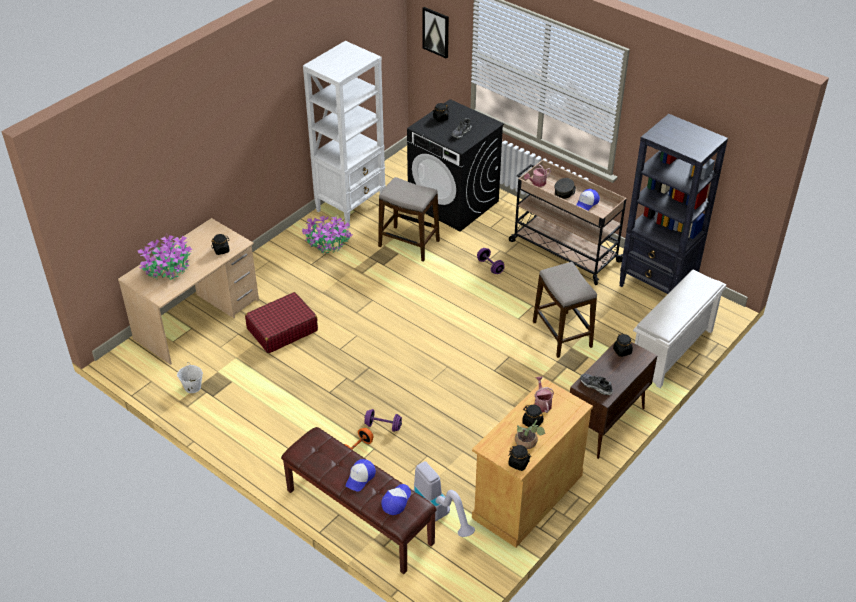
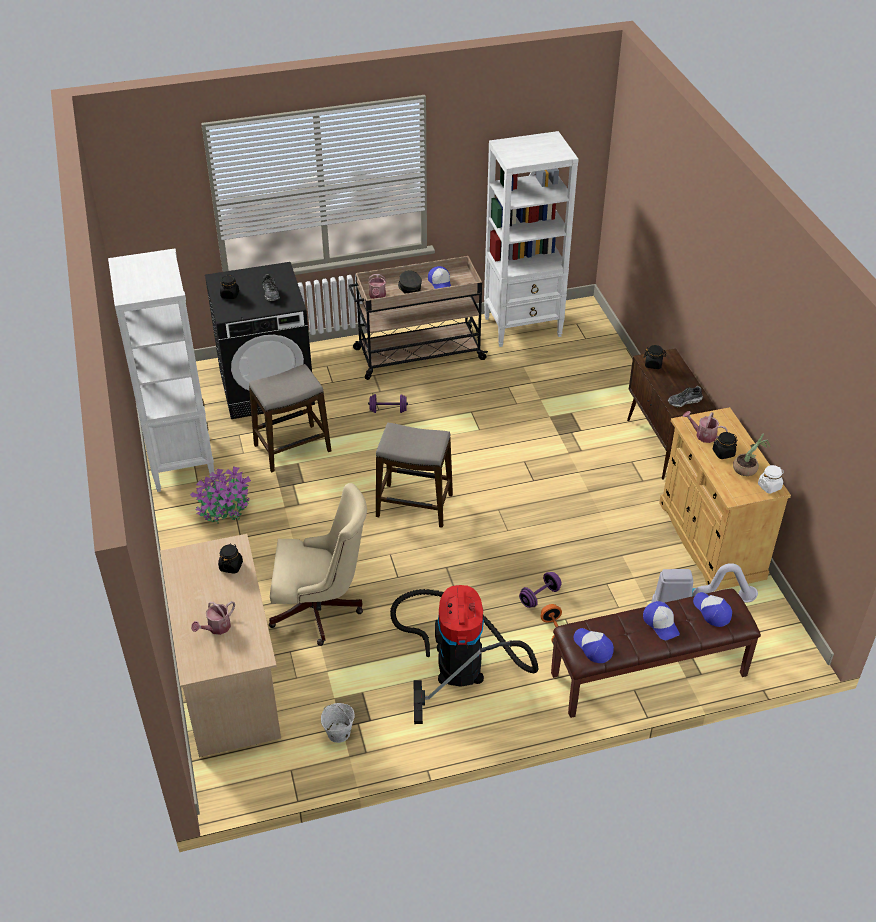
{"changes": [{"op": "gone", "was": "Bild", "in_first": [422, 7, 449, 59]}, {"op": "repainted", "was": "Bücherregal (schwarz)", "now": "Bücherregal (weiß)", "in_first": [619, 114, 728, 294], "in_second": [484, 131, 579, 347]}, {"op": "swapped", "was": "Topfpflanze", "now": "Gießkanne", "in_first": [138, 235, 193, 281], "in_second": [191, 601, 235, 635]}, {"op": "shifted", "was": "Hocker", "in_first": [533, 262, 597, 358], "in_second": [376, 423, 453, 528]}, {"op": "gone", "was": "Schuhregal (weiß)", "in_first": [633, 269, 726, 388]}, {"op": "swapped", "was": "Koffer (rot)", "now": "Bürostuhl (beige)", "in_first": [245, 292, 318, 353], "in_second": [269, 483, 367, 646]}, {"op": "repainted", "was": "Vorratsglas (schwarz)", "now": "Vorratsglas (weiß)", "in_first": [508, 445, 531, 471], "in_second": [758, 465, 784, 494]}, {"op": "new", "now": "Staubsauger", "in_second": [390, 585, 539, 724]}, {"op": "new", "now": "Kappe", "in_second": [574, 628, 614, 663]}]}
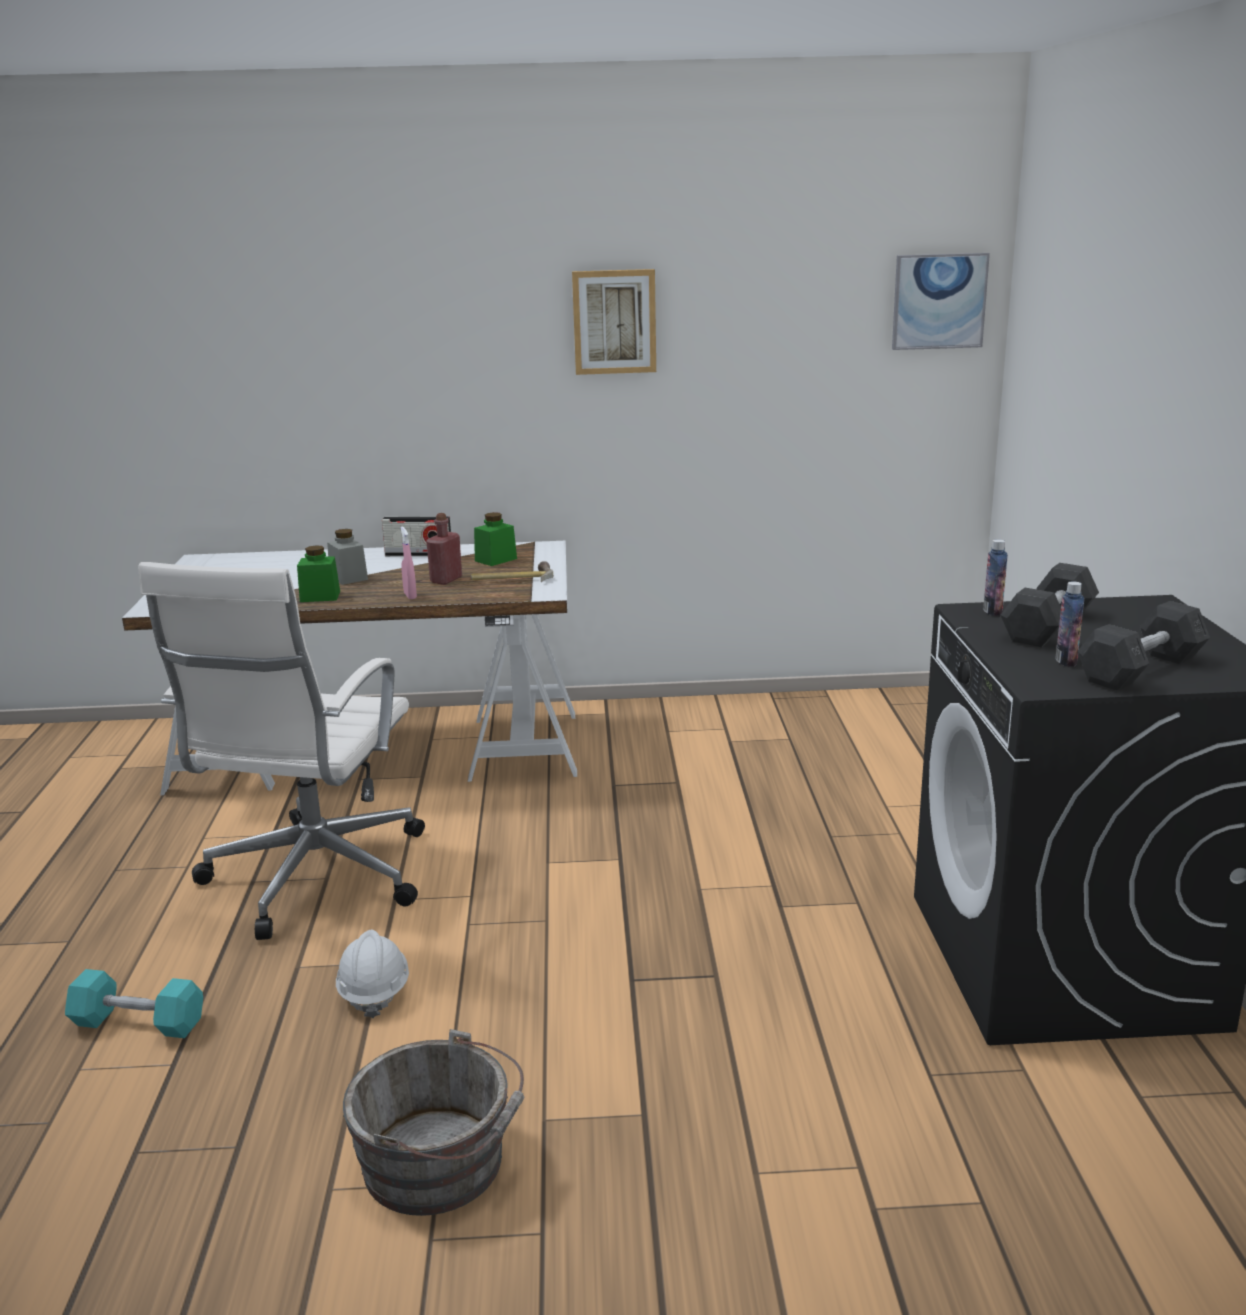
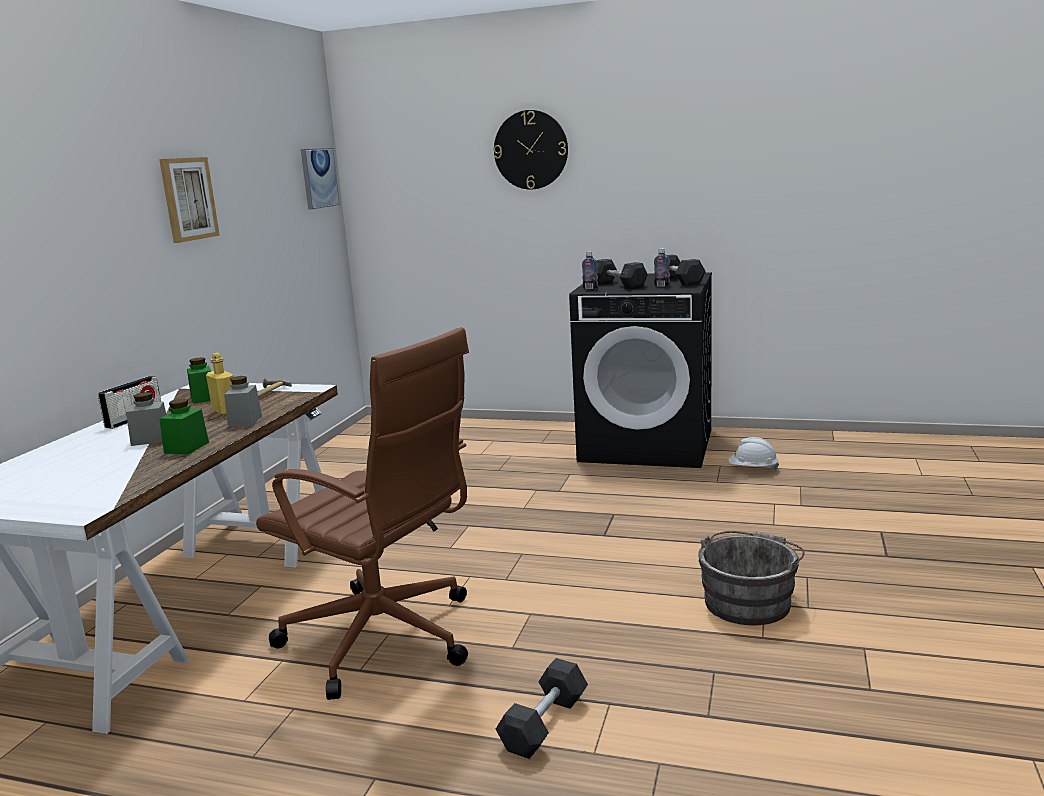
{"changes": [{"op": "repainted", "was": "Flasche (rot)", "now": "Flasche (gelb)", "in_first": [426, 513, 462, 585], "in_second": [206, 353, 234, 415]}, {"op": "swapped", "was": "Sprühflasche (rosa)", "now": "Vorratsglas (grau)", "in_first": [400, 527, 417, 599], "in_second": [224, 376, 262, 427]}, {"op": "repainted", "was": "Bürostuhl (weiß)", "now": "Bürostuhl (braun)", "in_first": [138, 562, 425, 940], "in_second": [256, 327, 469, 700]}, {"op": "shifted", "was": "Schutzhelm (weiß)", "in_first": [336, 930, 409, 1018], "in_second": [728, 437, 779, 470]}, {"op": "repainted", "was": "Hantel (türkis)", "now": "Hantel (grau)", "in_first": [65, 969, 203, 1038], "in_second": [496, 658, 588, 759]}, {"op": "new", "now": "Wanduhr", "in_second": [494, 110, 568, 190]}]}
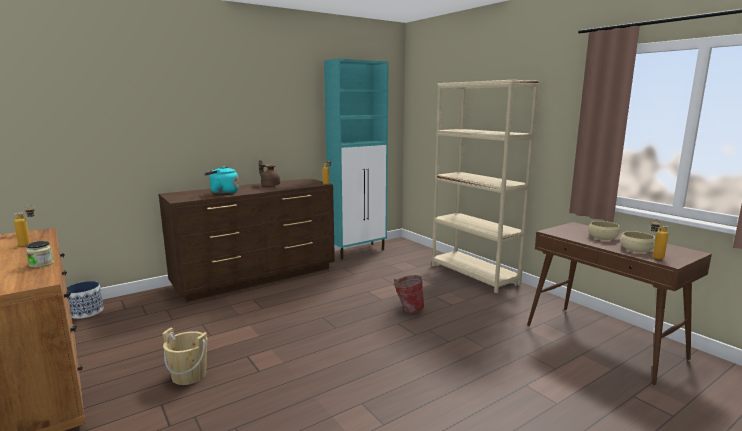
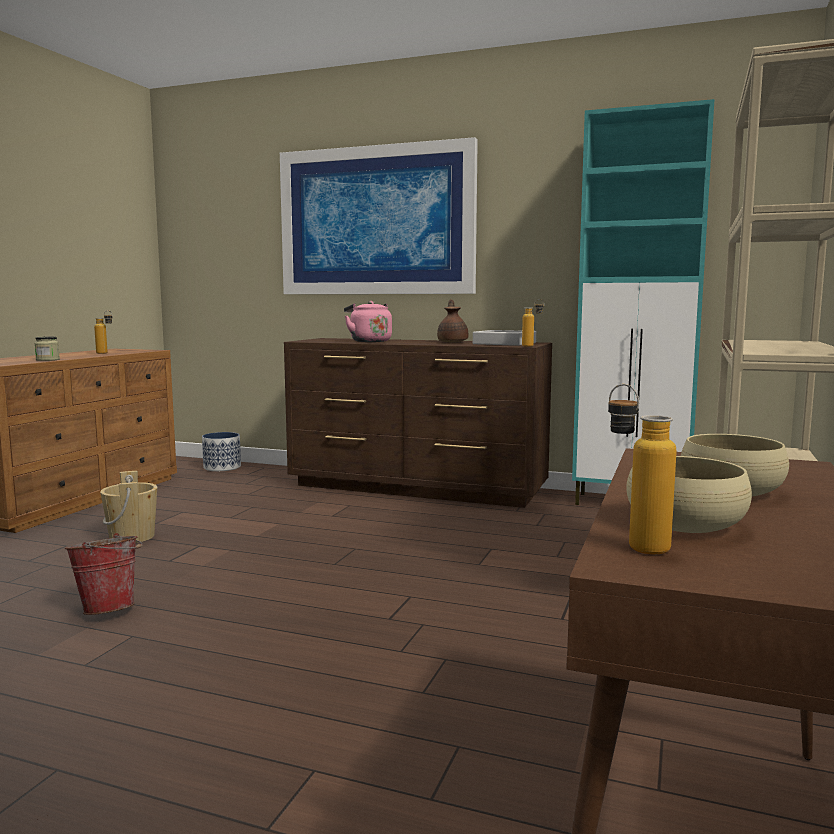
{"changes": [{"op": "repainted", "was": "Wasserkessel (türkis)", "now": "Wasserkessel (rosa)", "in_first": [204, 166, 239, 195], "in_second": [344, 301, 392, 342]}, {"op": "shifted", "was": "Eimer", "in_first": [393, 275, 425, 313], "in_second": [65, 533, 143, 615]}, {"op": "new", "now": "Bild", "in_second": [280, 137, 478, 294]}, {"op": "new", "now": "Tablett (grau)", "in_second": [473, 330, 536, 346]}]}
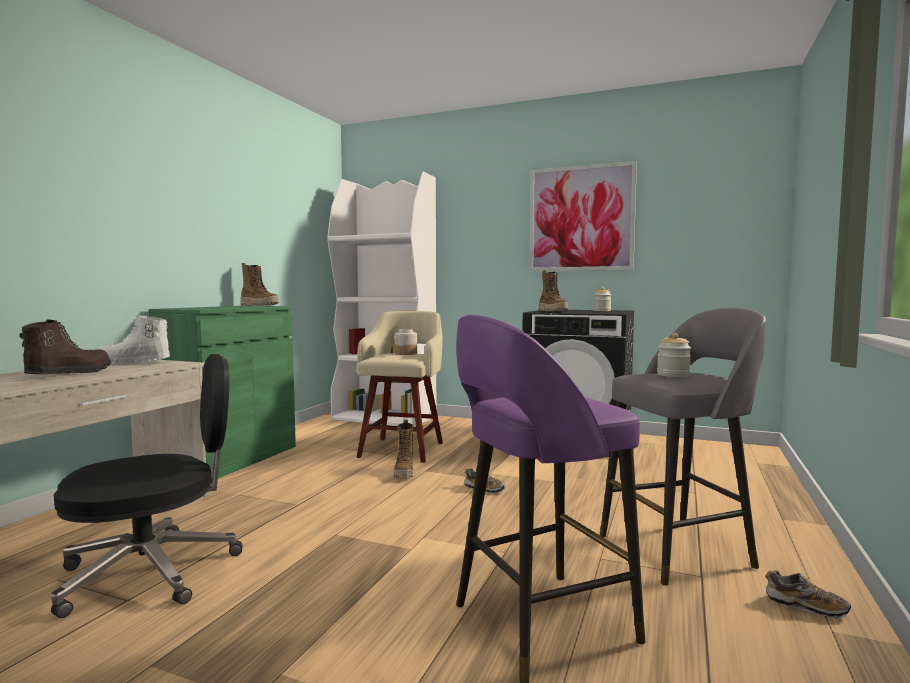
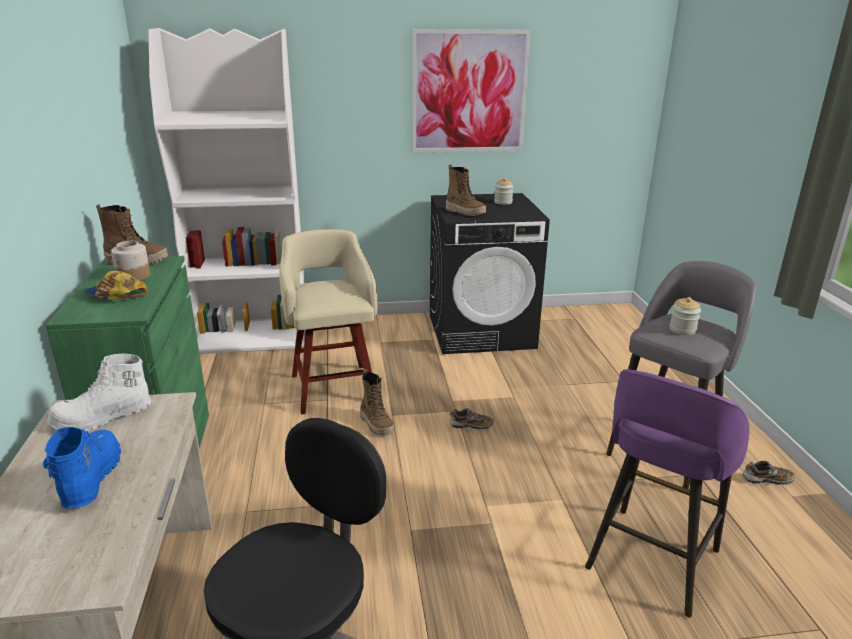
{"changes": [{"op": "repainted", "was": "Stiefel (braun)", "now": "Stiefel (blau)", "in_first": [19, 319, 111, 374], "in_second": [43, 427, 121, 509]}, {"op": "shifted", "was": "Vorratsglas", "in_first": [395, 329, 417, 355], "in_second": [111, 241, 150, 281]}, {"op": "new", "now": "Kappe", "in_second": [83, 271, 148, 300]}]}
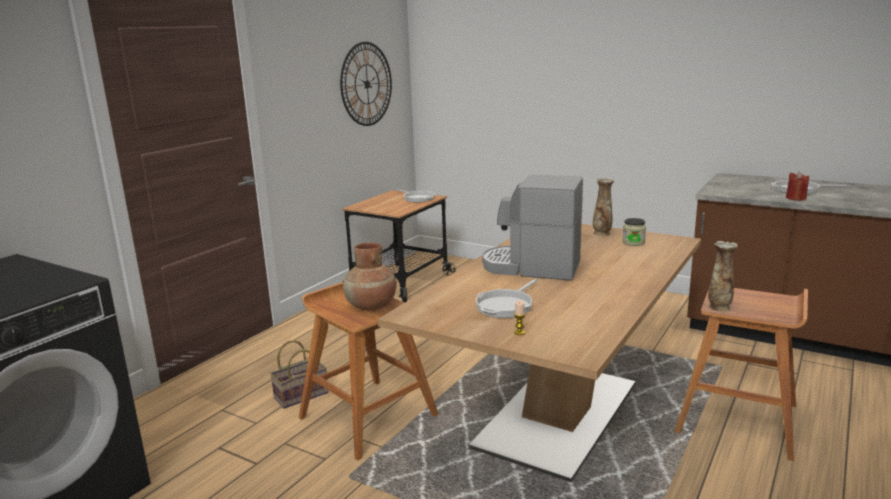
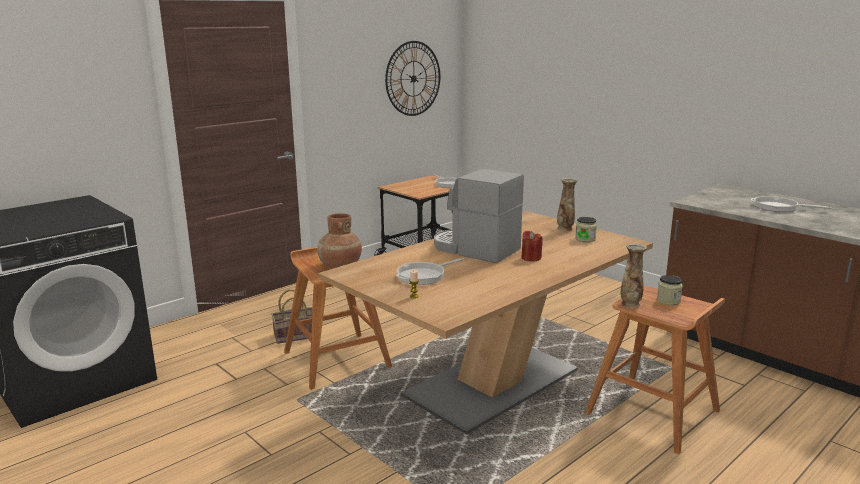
{"changes": [{"op": "shifted", "was": "Kerze (rot)", "in_first": [786, 172, 809, 201], "in_second": [521, 231, 543, 261]}, {"op": "new", "now": "Vorratsglas", "in_second": [657, 275, 683, 305]}]}
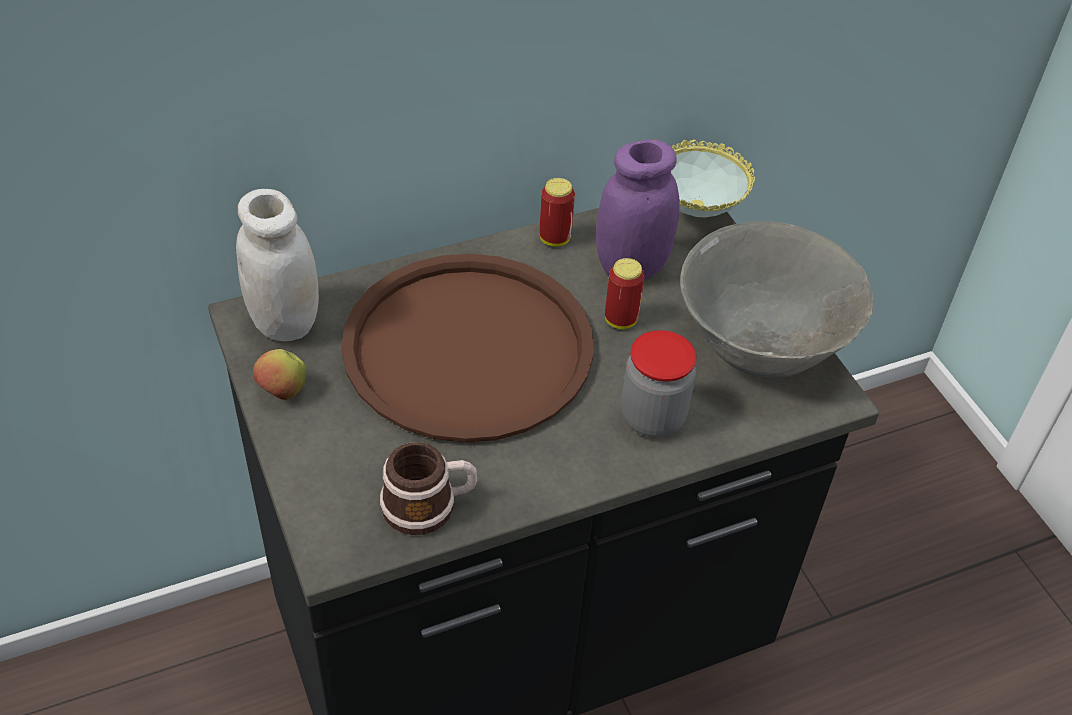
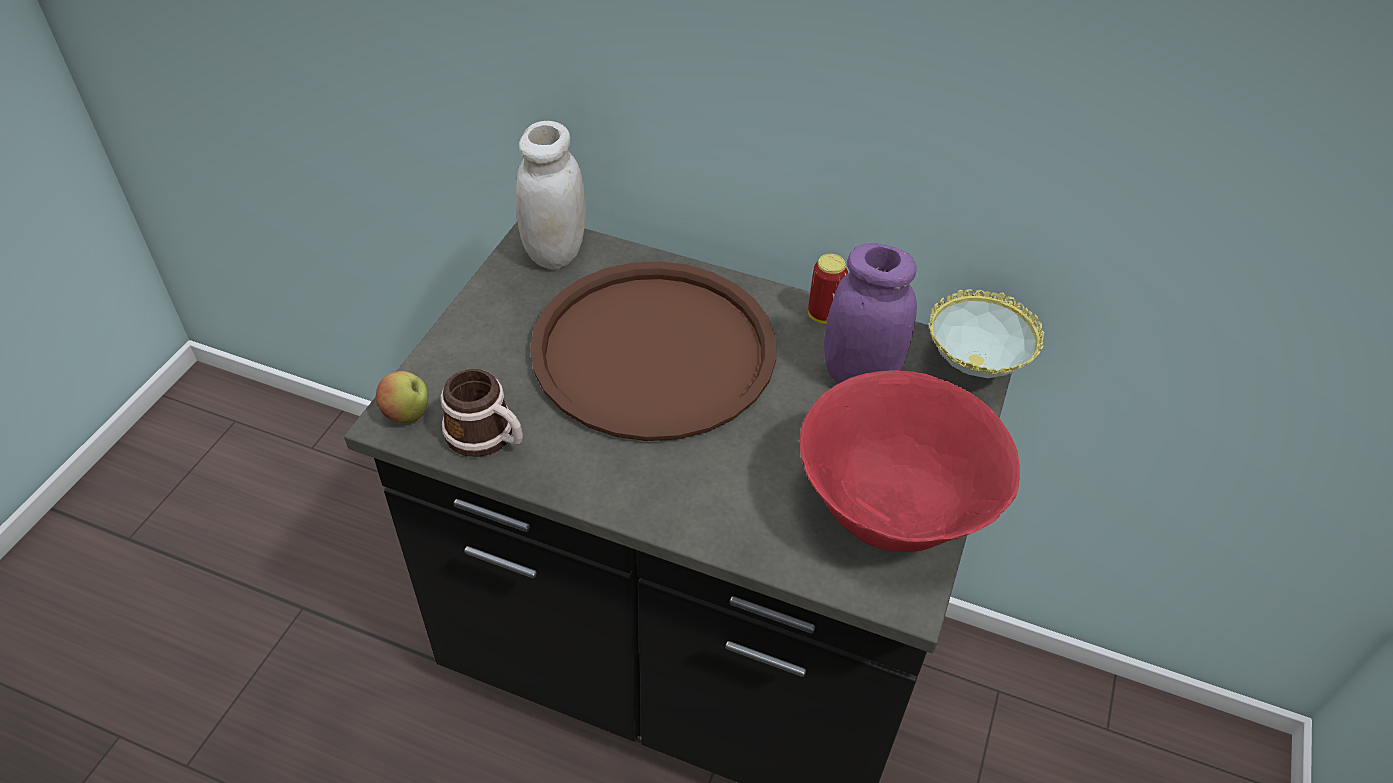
{"changes": [{"op": "repainted", "was": "Schüssel (grau)", "now": "Schüssel (rot)", "in_first": [680, 221, 874, 378], "in_second": [799, 370, 1020, 552]}, {"op": "gone", "was": "Dose", "in_first": [605, 258, 645, 329]}, {"op": "gone", "was": "Vorratsglas", "in_first": [621, 330, 697, 438]}, {"op": "shifted", "was": "Apfel", "in_first": [253, 349, 306, 400], "in_second": [376, 371, 428, 423]}]}
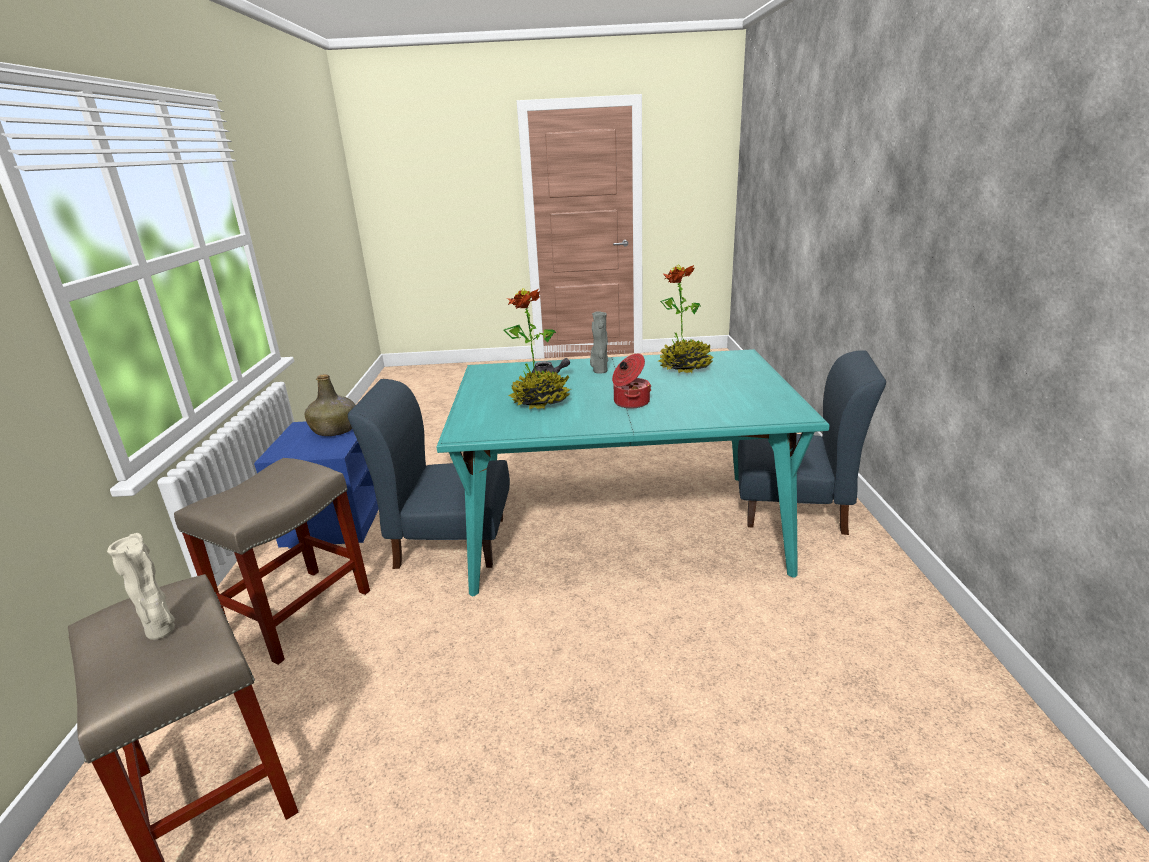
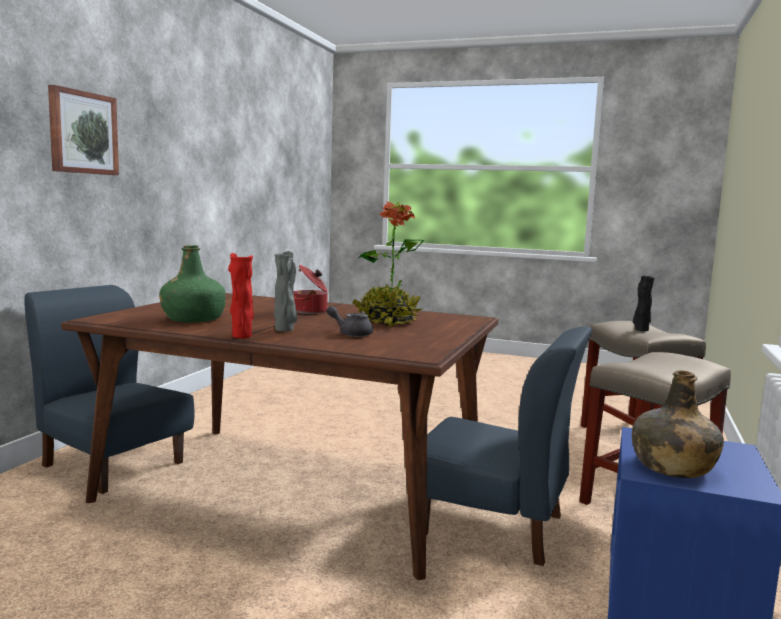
{"changes": [{"op": "swapped", "was": "Topfpflanze", "now": "Flasche (grün)", "in_first": [658, 265, 714, 373], "in_second": [159, 245, 226, 322]}, {"op": "repainted", "was": "Esstisch (türkis)", "now": "Esstisch (braun)", "in_first": [437, 349, 829, 596], "in_second": [61, 293, 498, 580]}, {"op": "repainted", "was": "Vase (beige)", "now": "Vase (schwarz)", "in_first": [107, 533, 175, 640], "in_second": [633, 276, 655, 331]}, {"op": "new", "now": "Bild", "in_second": [48, 85, 119, 175]}, {"op": "new", "now": "Vase (rot)", "in_second": [228, 253, 254, 338]}]}
